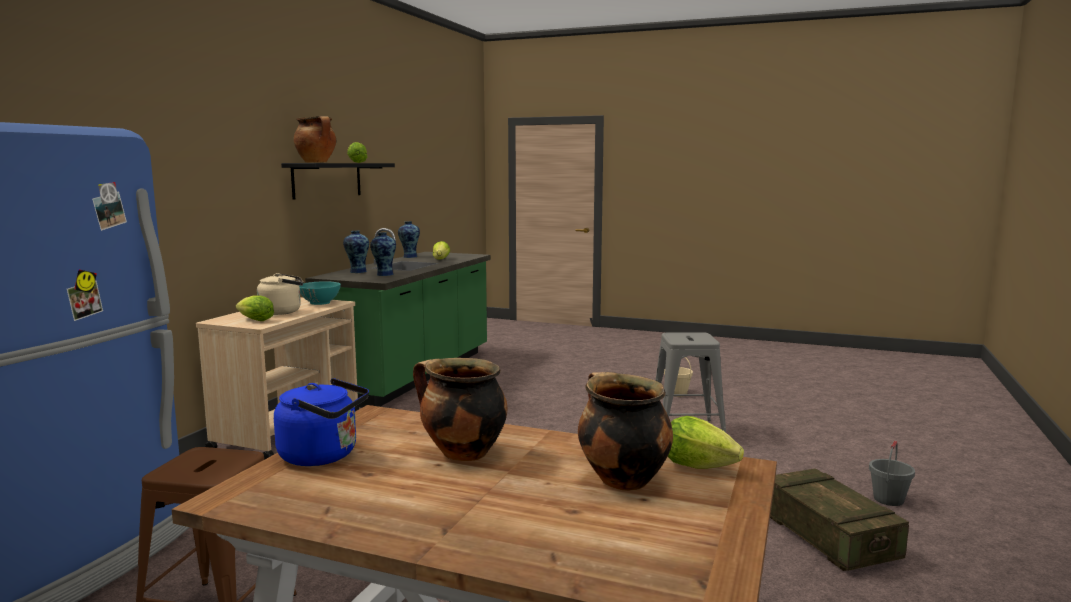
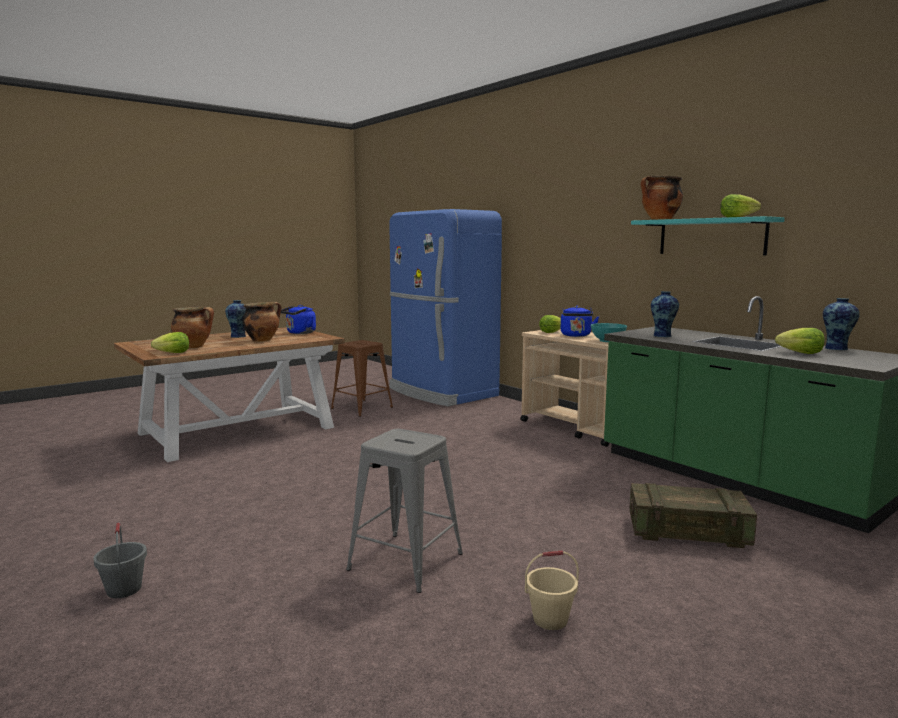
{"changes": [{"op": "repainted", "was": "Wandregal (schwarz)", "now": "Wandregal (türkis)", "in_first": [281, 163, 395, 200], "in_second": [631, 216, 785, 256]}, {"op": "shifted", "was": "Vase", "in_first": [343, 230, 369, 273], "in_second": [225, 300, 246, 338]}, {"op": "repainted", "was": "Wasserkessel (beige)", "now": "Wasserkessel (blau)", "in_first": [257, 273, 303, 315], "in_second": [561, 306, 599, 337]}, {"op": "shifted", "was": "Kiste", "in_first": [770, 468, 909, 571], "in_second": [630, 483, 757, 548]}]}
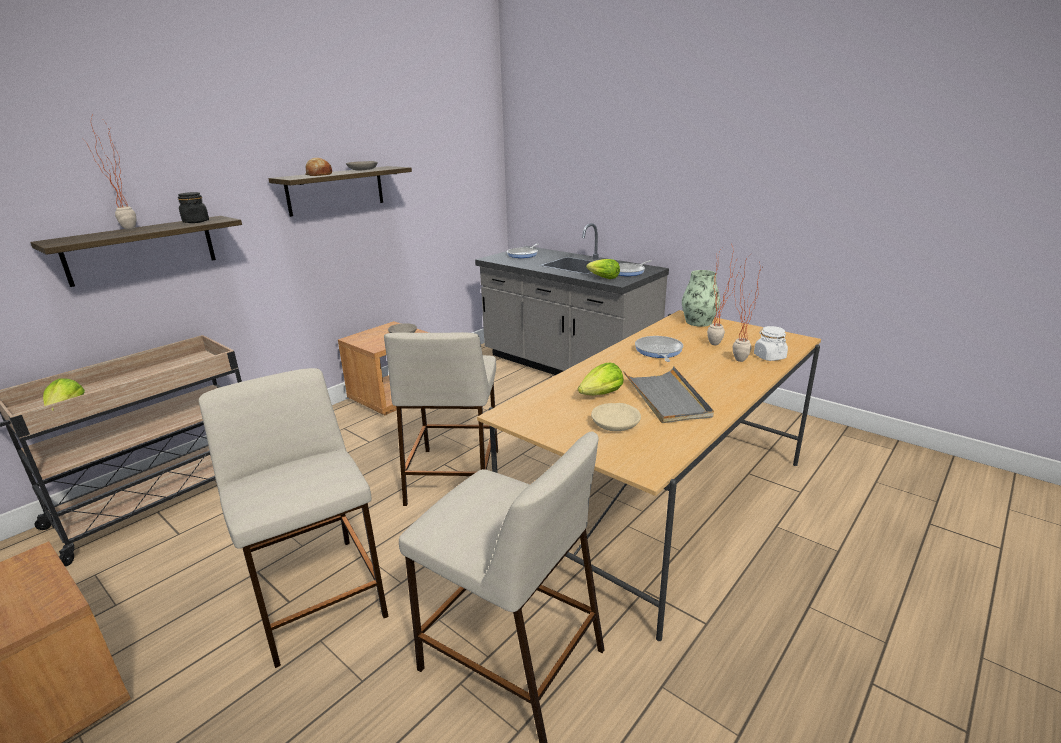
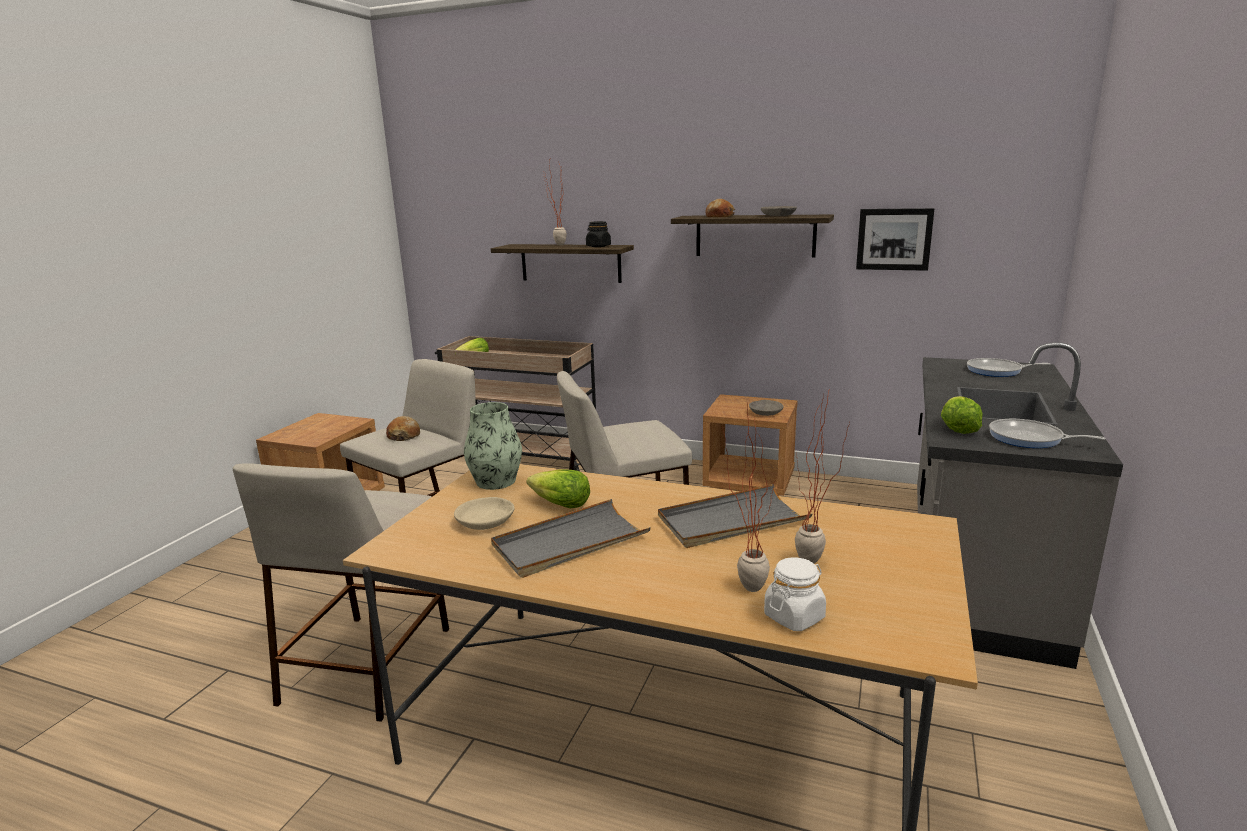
{"changes": [{"op": "shifted", "was": "Vase", "in_first": [682, 270, 720, 327], "in_second": [464, 402, 522, 490]}, {"op": "swapped", "was": "Pfanne", "now": "Tablett (grau)", "in_first": [635, 336, 683, 362], "in_second": [658, 484, 812, 548]}, {"op": "new", "now": "Bild", "in_second": [856, 208, 934, 271]}, {"op": "new", "now": "Brot", "in_second": [386, 416, 420, 441]}]}
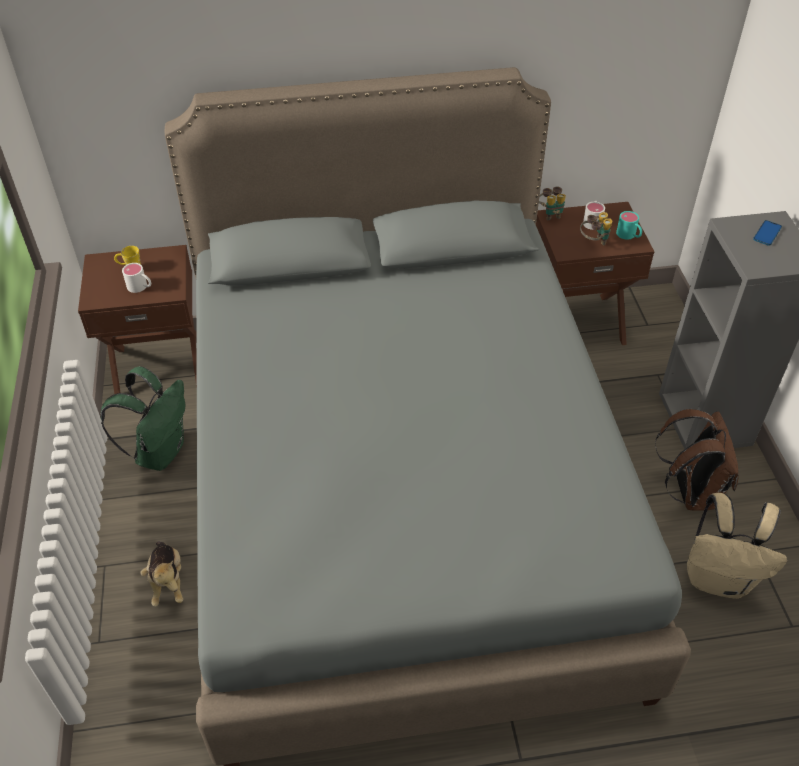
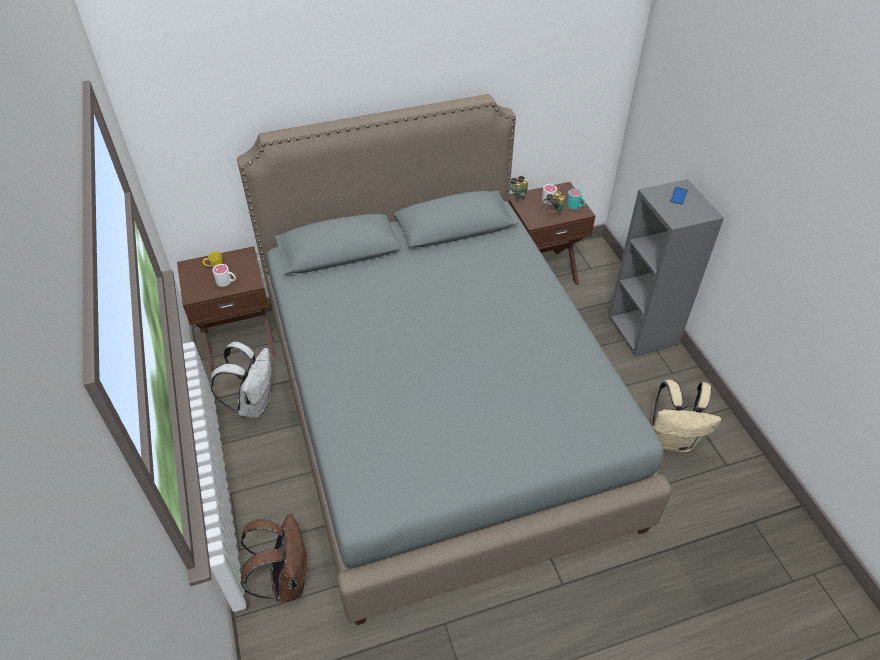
{"changes": [{"op": "repainted", "was": "Rucksack (grün)", "now": "Rucksack (weiß)", "in_first": [101, 366, 185, 471], "in_second": [210, 341, 272, 418]}, {"op": "shifted", "was": "Rucksack (braun)", "in_first": [655, 409, 739, 511], "in_second": [240, 513, 308, 602]}, {"op": "gone", "was": "Plüschtier", "in_first": [140, 542, 183, 606]}]}
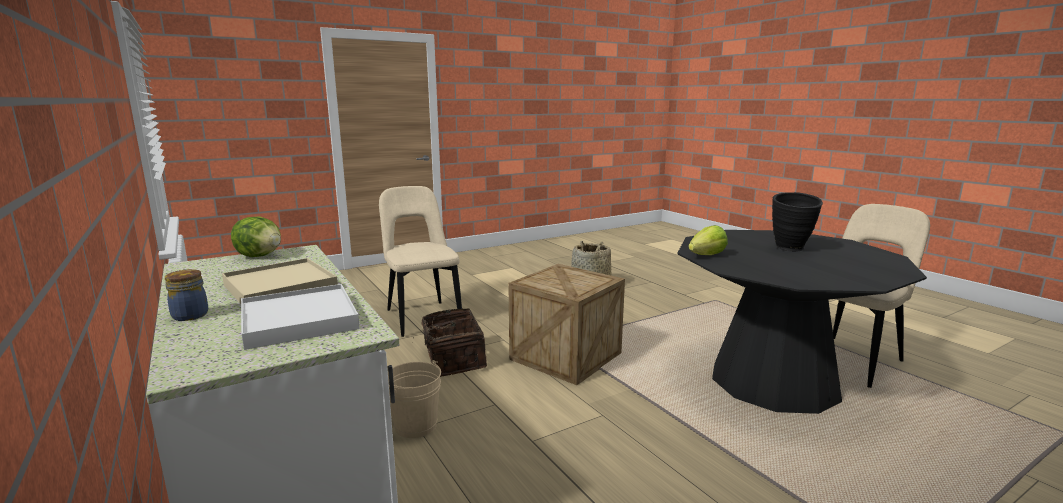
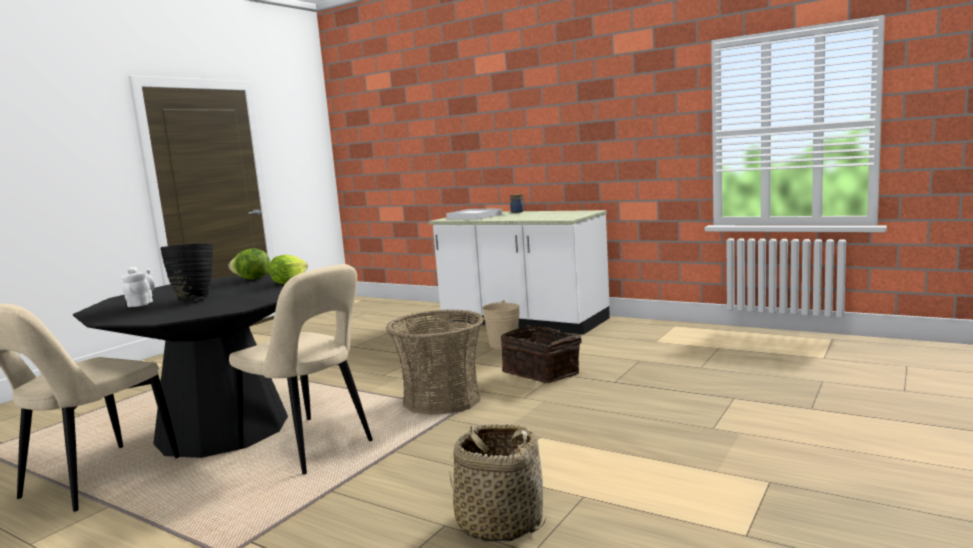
{"changes": [{"op": "shifted", "was": "Stuhl (beige)", "in_first": [379, 186, 462, 337], "in_second": [229, 264, 373, 475]}, {"op": "shifted", "was": "Salatkopf", "in_first": [231, 216, 281, 257], "in_second": [229, 249, 270, 280]}, {"op": "gone", "was": "Tablett (beige)", "in_first": [222, 258, 338, 304]}, {"op": "swapped", "was": "Kiste", "now": "Korb", "in_first": [508, 264, 625, 385], "in_second": [386, 309, 484, 415]}, {"op": "new", "now": "Teekanne (weiß)", "in_second": [121, 267, 155, 307]}]}
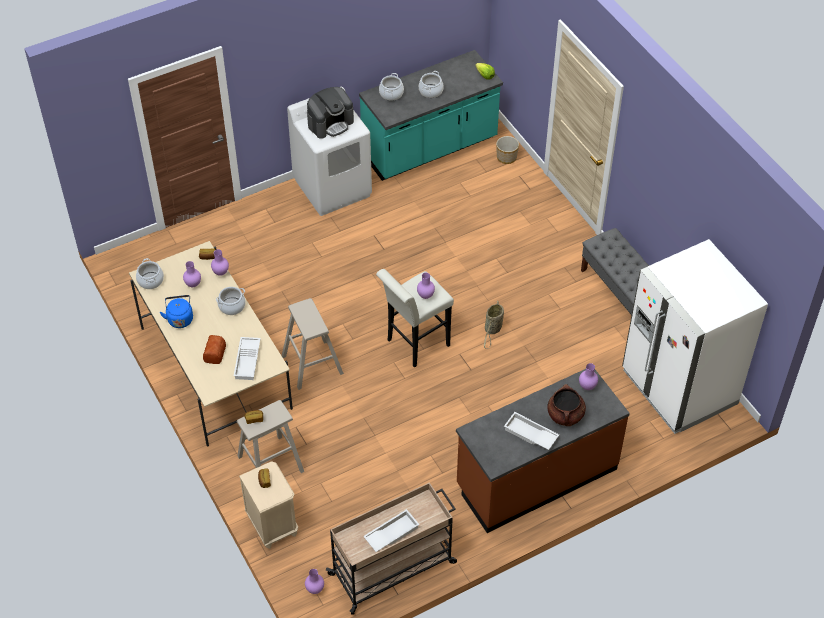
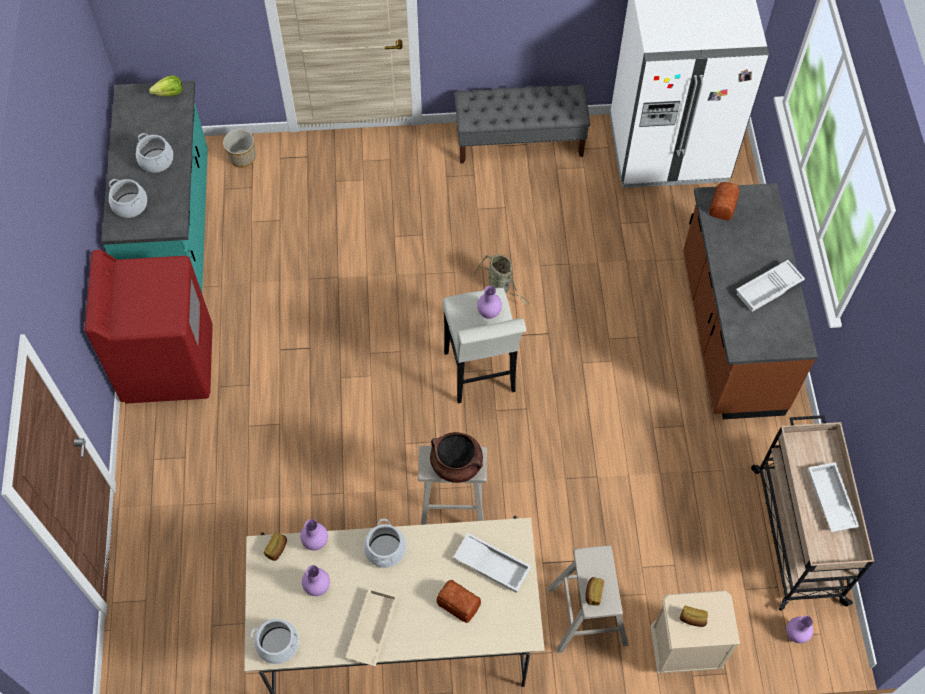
{"changes": [{"op": "repainted", "was": "Waschmaschine (weiß)", "now": "Waschmaschine (rot)", "in_first": [287, 87, 372, 216], "in_second": [85, 250, 213, 404]}, {"op": "gone", "was": "Kaffeemaschine", "in_first": [307, 87, 354, 139]}, {"op": "swapped", "was": "Wasserkessel (blau)", "now": "Tablett (beige)", "in_first": [160, 295, 193, 328], "in_second": [346, 587, 398, 667]}, {"op": "swapped", "was": "Vase (lila)", "now": "Brot", "in_first": [579, 363, 598, 390], "in_second": [709, 182, 740, 220]}, {"op": "shifted", "was": "Kochtopf (braun)", "in_first": [547, 384, 586, 426], "in_second": [430, 432, 483, 483]}]}
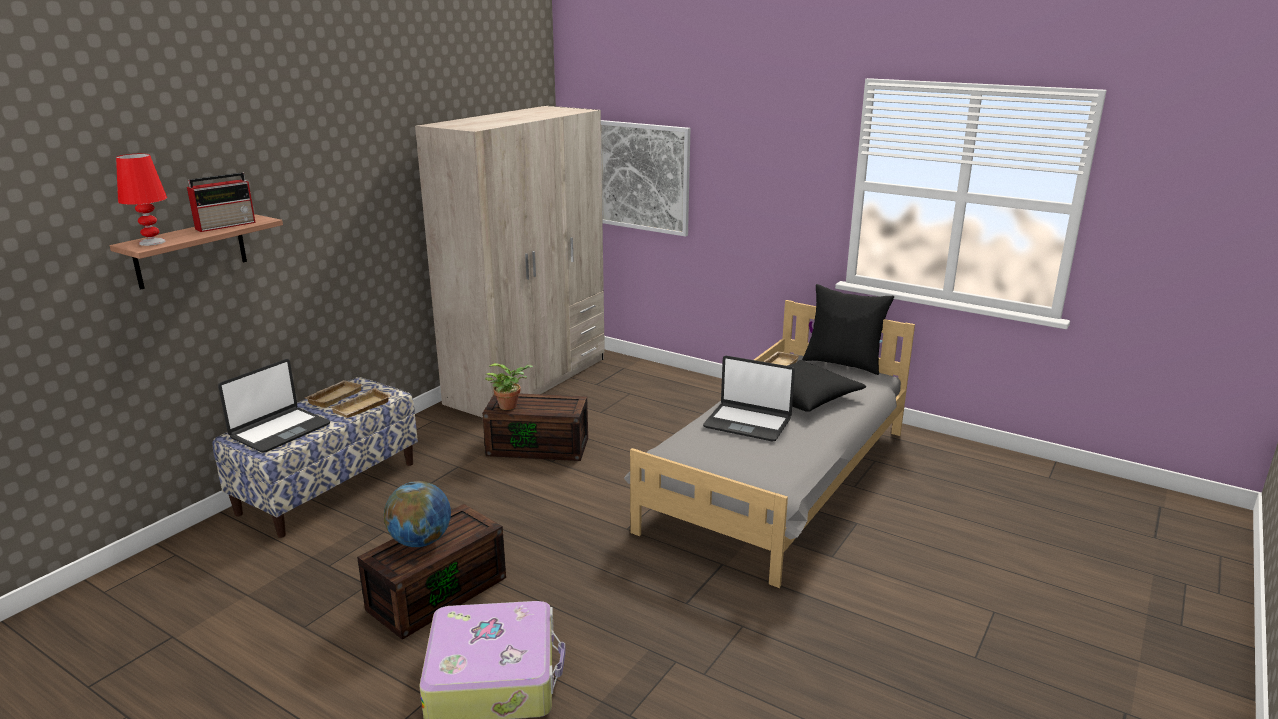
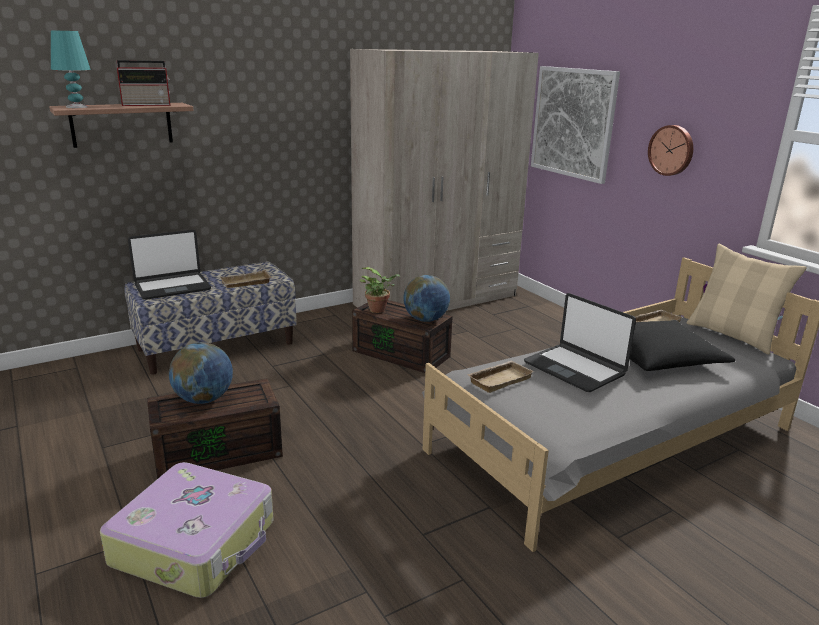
{"changes": [{"op": "repainted", "was": "Tischlampe (rot)", "now": "Tischlampe (türkis)", "in_first": [116, 154, 167, 246], "in_second": [51, 30, 90, 108]}, {"op": "repainted", "was": "Kissen (schwarz)", "now": "Kissen (beige)", "in_first": [802, 284, 894, 375], "in_second": [686, 244, 807, 355]}, {"op": "shifted", "was": "Tablett (beige)", "in_first": [305, 380, 363, 408], "in_second": [467, 361, 534, 393]}, {"op": "new", "now": "Wanduhr", "in_second": [648, 125, 693, 176]}, {"op": "new", "now": "Globus", "in_second": [403, 275, 450, 322]}]}
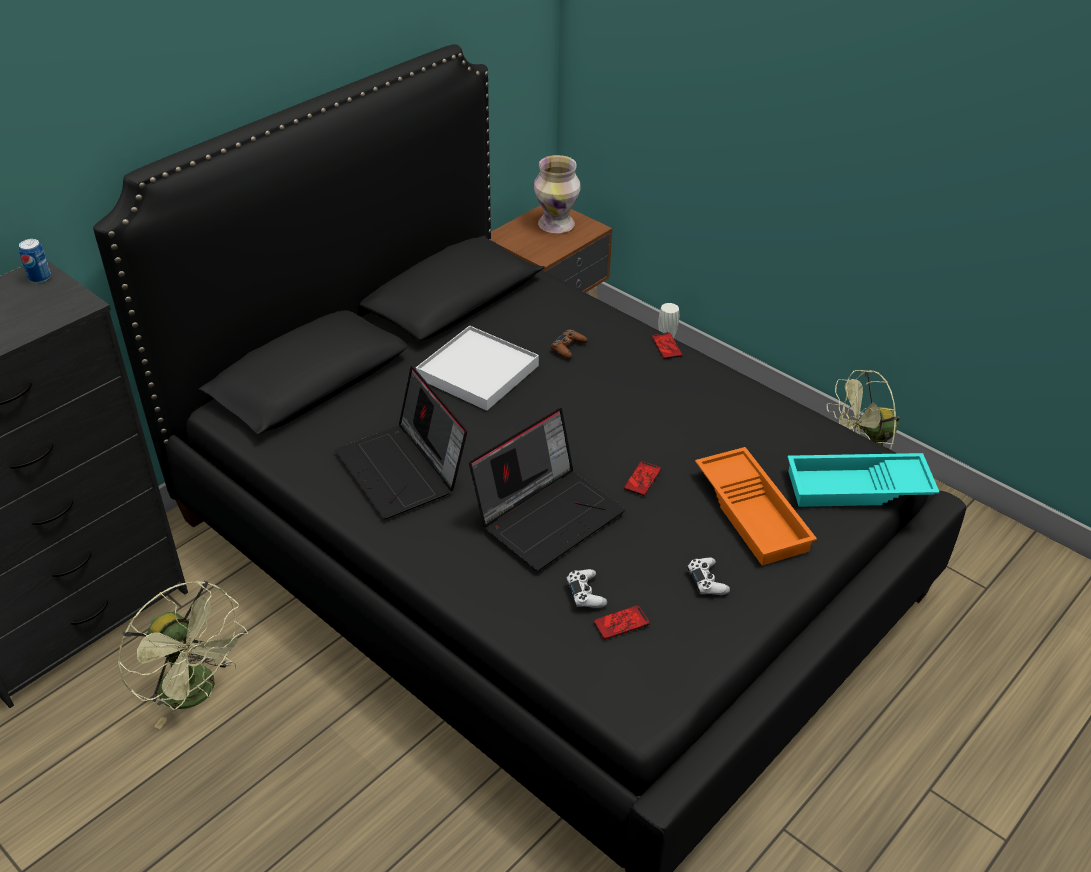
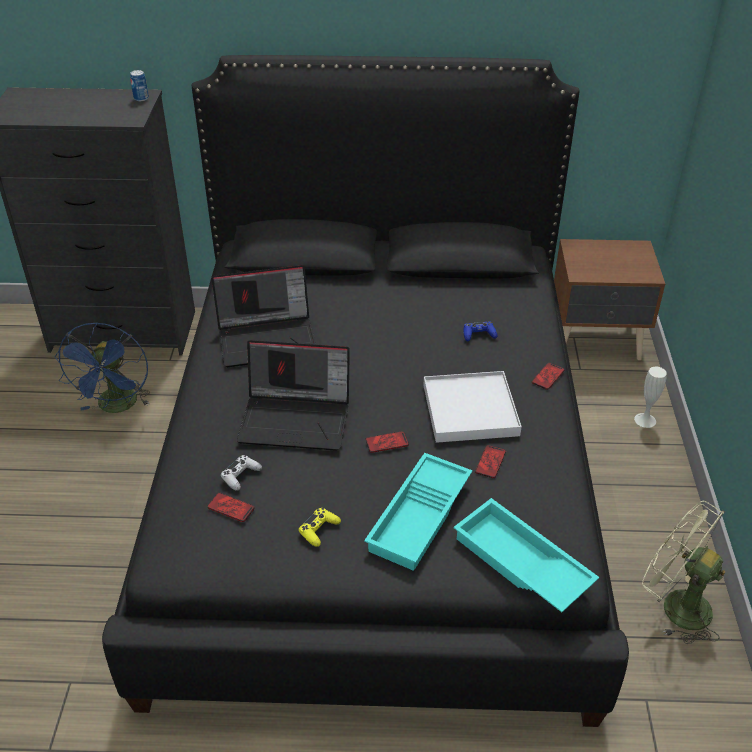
{"changes": [{"op": "gone", "was": "Vase", "in_first": [534, 155, 581, 233]}, {"op": "shifted", "was": "Tablett (weiß)", "in_first": [416, 325, 539, 411], "in_second": [424, 371, 522, 443]}, {"op": "repainted", "was": "Gamepad (braun)", "now": "Gamepad (blau)", "in_first": [551, 329, 588, 359], "in_second": [464, 321, 498, 341]}, {"op": "rotated", "was": "Laptop", "in_first": [335, 366, 467, 519], "in_second": [211, 265, 316, 367], "clockwise": -120}, {"op": "repainted", "was": "Tablett (orange)", "now": "Tablett (türkis)", "in_first": [695, 447, 817, 565], "in_second": [364, 453, 473, 571]}, {"op": "repainted", "was": "Gamepad (weiß)", "now": "Gamepad (gelb)", "in_first": [687, 557, 730, 595], "in_second": [298, 508, 341, 547]}, {"op": "repainted", "was": "Ventilator (grün)", "now": "Ventilator (blau)", "in_first": [118, 581, 248, 729], "in_second": [54, 322, 150, 413]}, {"op": "new", "now": "Handy", "in_second": [475, 445, 506, 478]}]}
